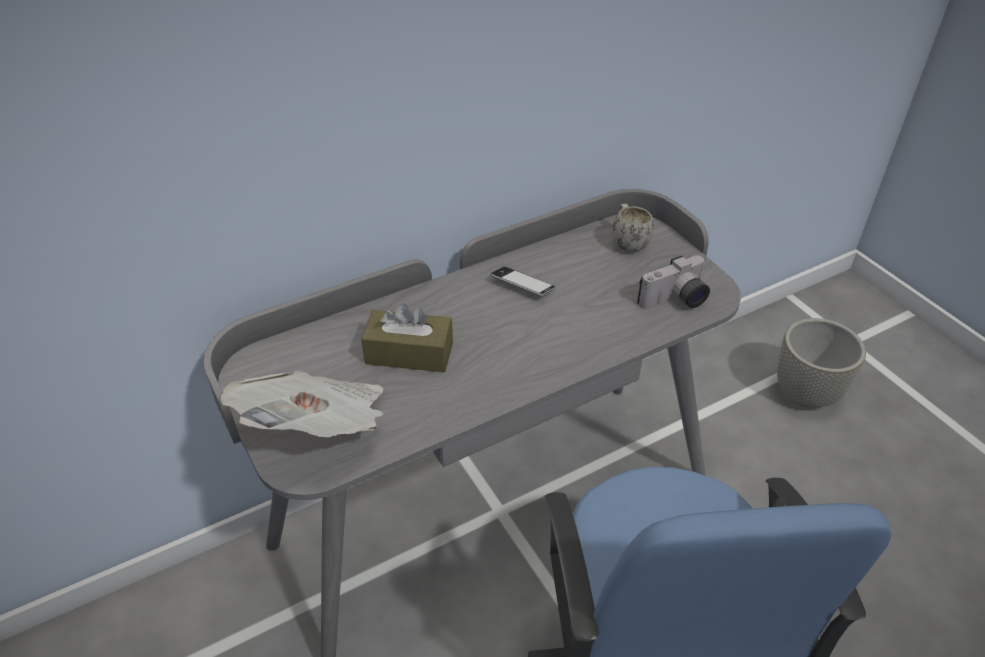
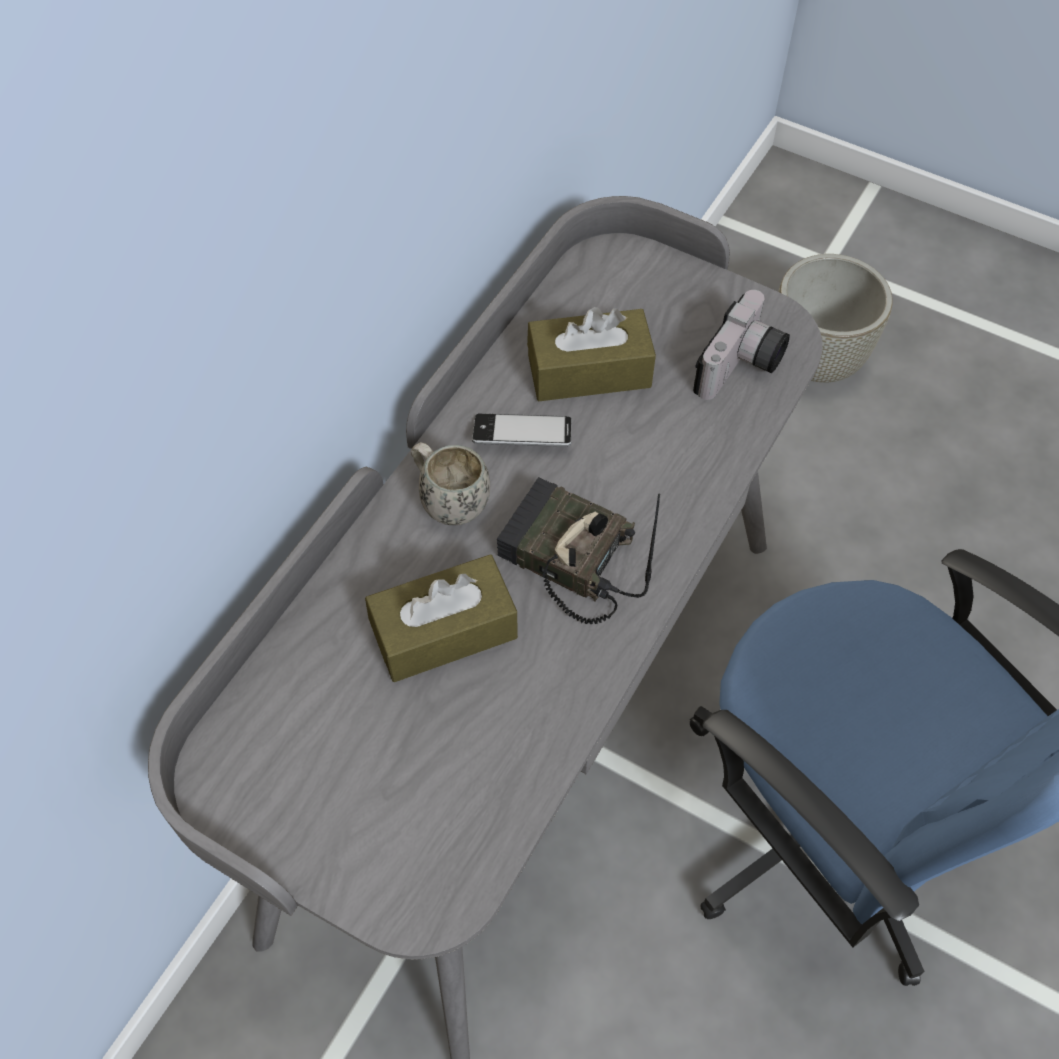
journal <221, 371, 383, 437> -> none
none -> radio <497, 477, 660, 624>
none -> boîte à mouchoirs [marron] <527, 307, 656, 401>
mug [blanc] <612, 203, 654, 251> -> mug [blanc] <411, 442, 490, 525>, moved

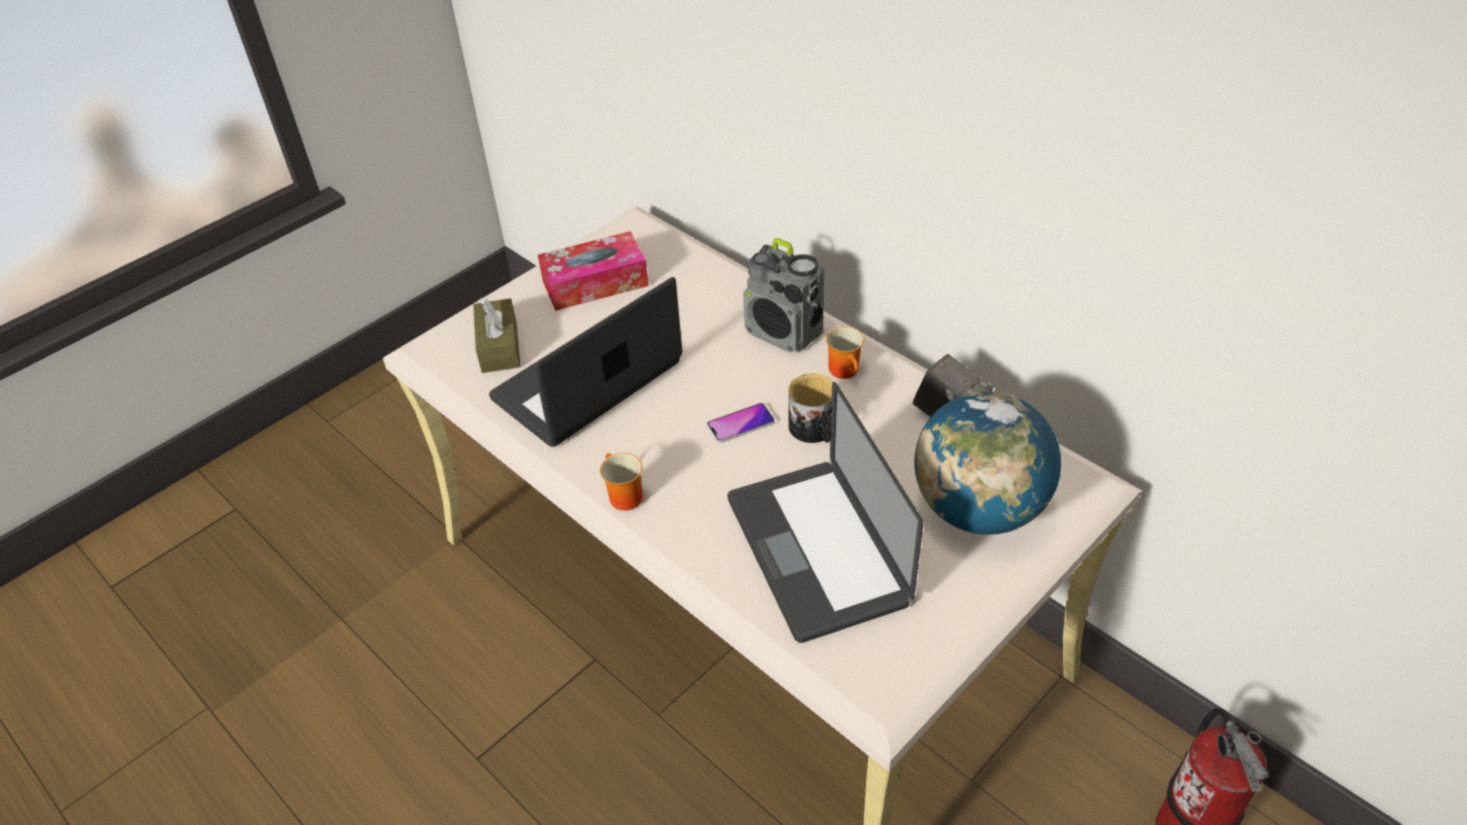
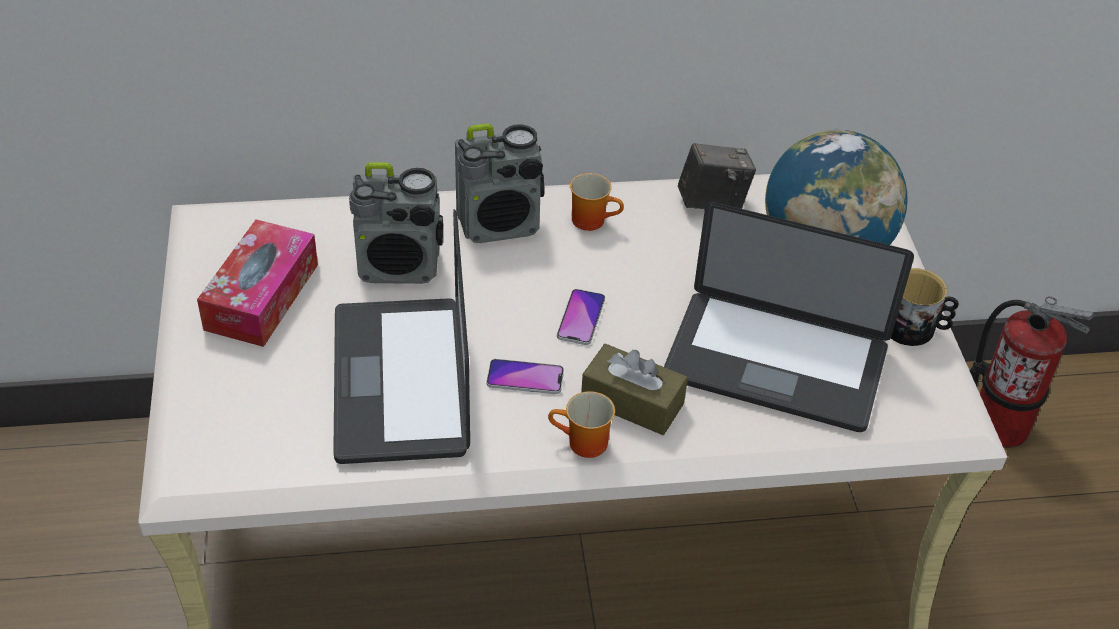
none -> radio <349, 162, 443, 284>
none -> téléphone <487, 359, 564, 394>
boîte à mouchoirs [marron] <473, 298, 521, 373> -> boîte à mouchoirs [marron] <581, 344, 688, 435>, moved
mug <788, 374, 833, 443> -> mug <891, 268, 959, 346>, moved

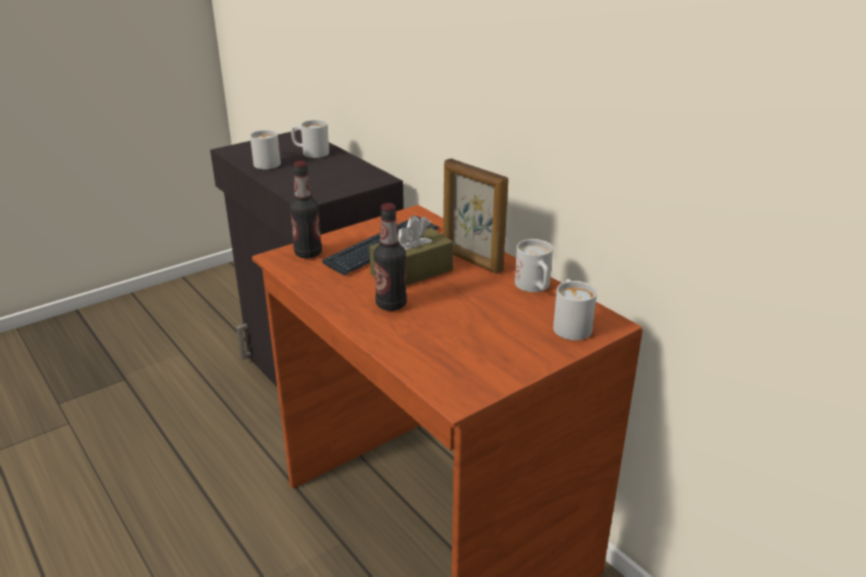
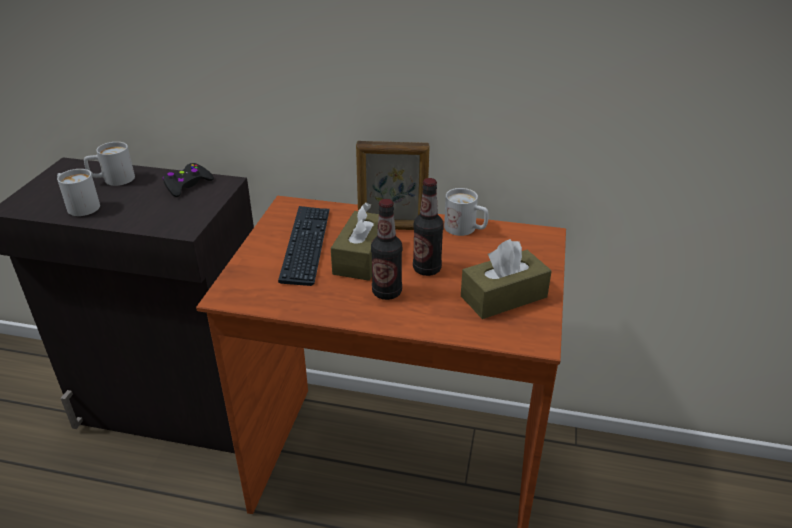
mug [blanc] <553, 279, 597, 340> -> none
none -> manette [noir] <163, 163, 214, 197>
none -> boîte à mouchoirs [marron] <461, 239, 552, 319>
bouteille <290, 161, 322, 258> -> bouteille <413, 178, 444, 276>, moved

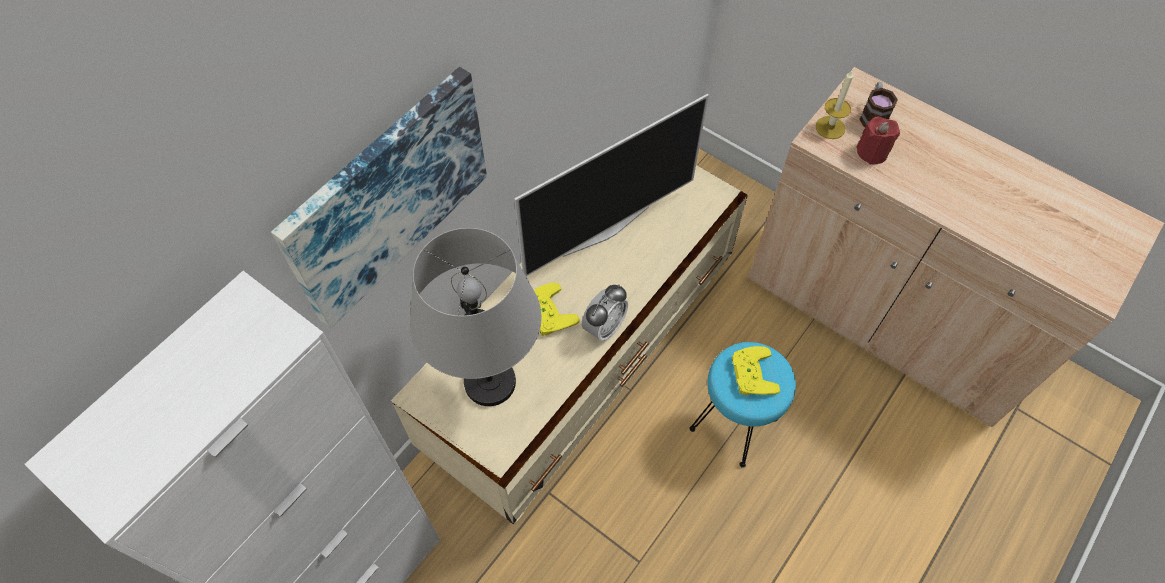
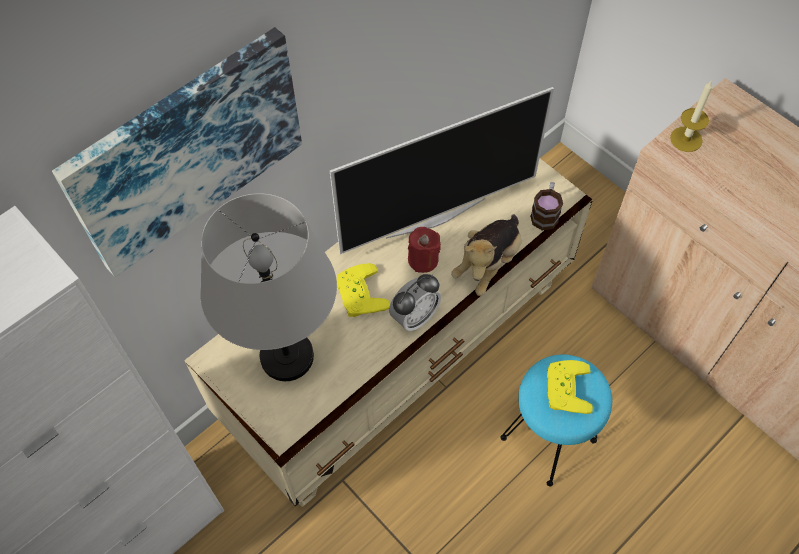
none -> peluche <451, 214, 522, 296>
bougie [rouge] <856, 116, 900, 164> -> bougie [rouge] <408, 227, 441, 273>, moved
mug <859, 82, 898, 128> -> mug <530, 182, 563, 230>, moved

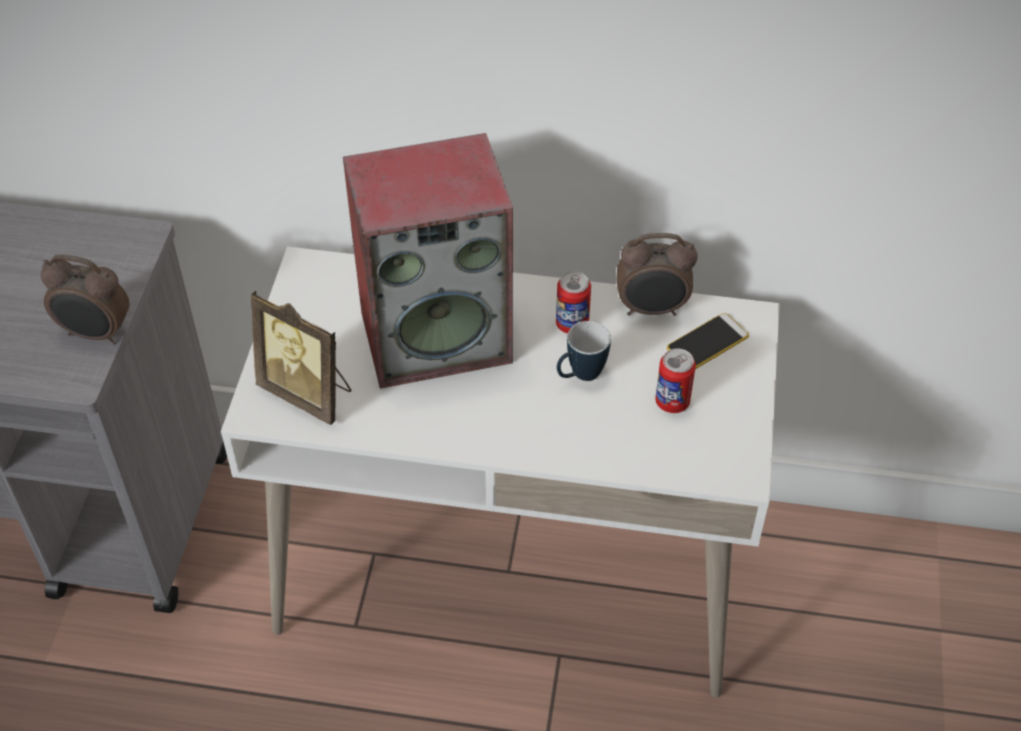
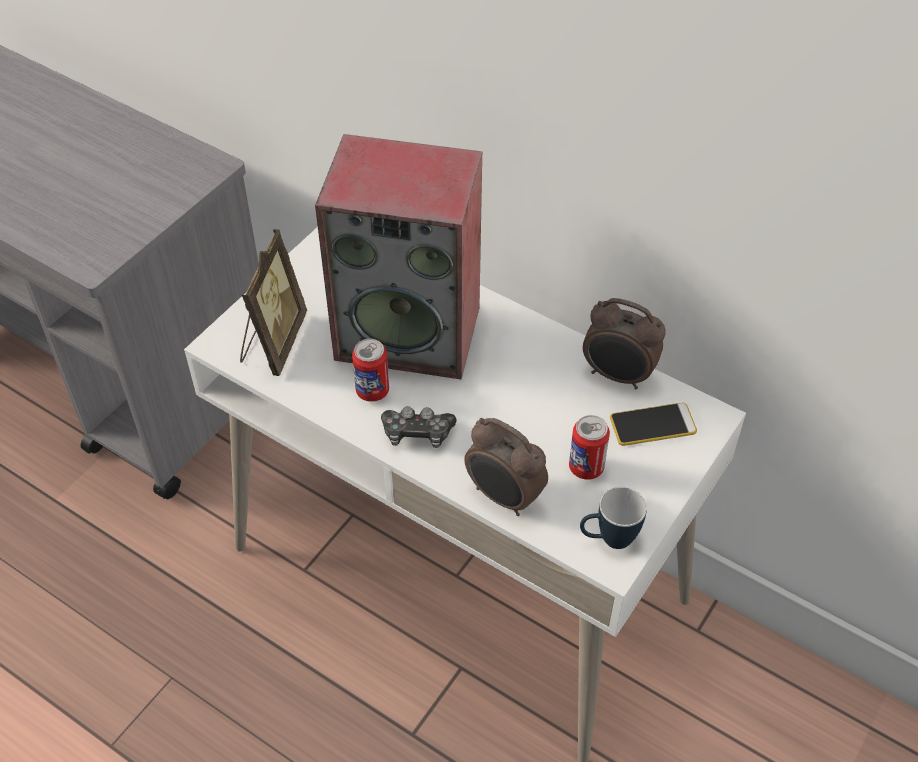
none -> manette <381, 406, 457, 448>
réveil <41, 254, 129, 344> -> réveil <464, 418, 548, 516>, moved
boîte métallique <556, 271, 591, 334> -> boîte métallique <352, 339, 389, 402>, moved
mug <557, 321, 611, 381> -> mug <580, 487, 647, 549>, moved
cadre photo <251, 291, 351, 425> -> cadre photo <240, 229, 307, 376>, 135 degrees counterclockwise

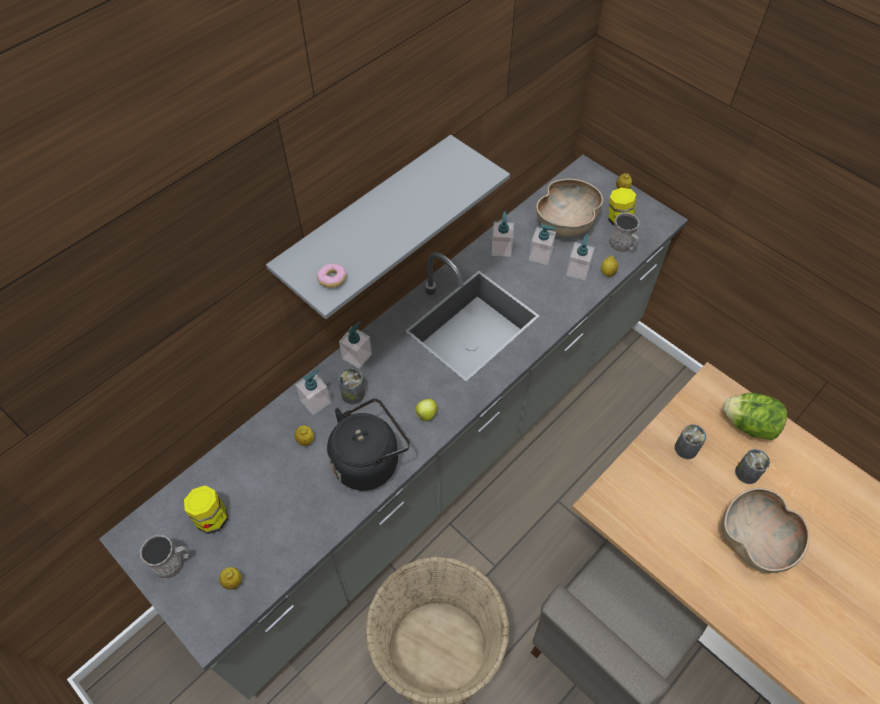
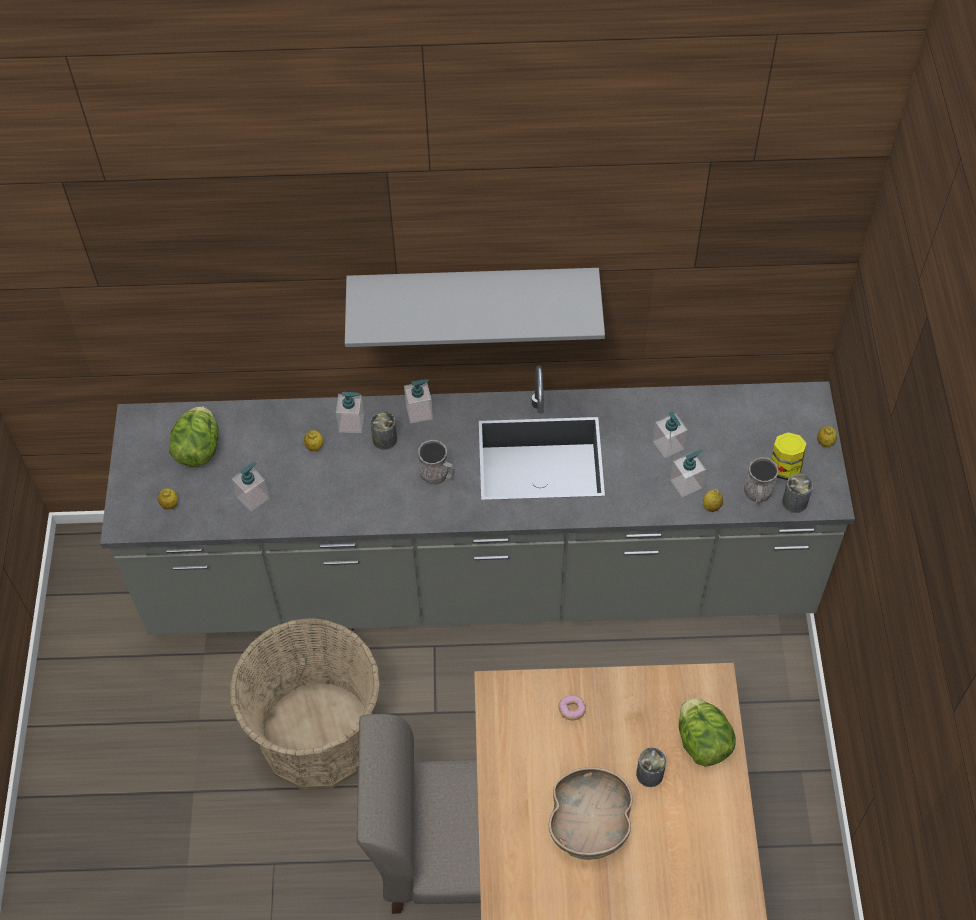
bouilloire [noir] <327, 398, 410, 490> -> none
pomme <415, 399, 438, 421> -> none
bol [marron] <536, 178, 603, 237> -> none
mug [gris] <140, 535, 190, 579> -> mug [gris] <418, 440, 455, 485>, moved
beignet <317, 264, 347, 288> -> beignet <559, 695, 586, 720>, moved
distributeur de savon <491, 212, 514, 257> -> distributeur de savon <231, 462, 270, 512>, moved
boîte métallique <675, 424, 707, 459> -> boîte métallique <782, 474, 813, 513>, moved
bocal <184, 486, 228, 534> -> laitue <169, 406, 219, 467>

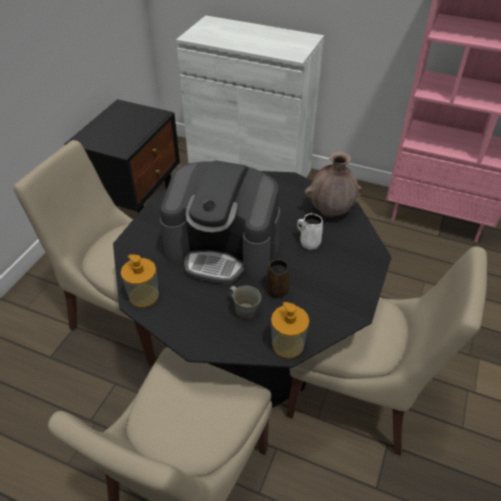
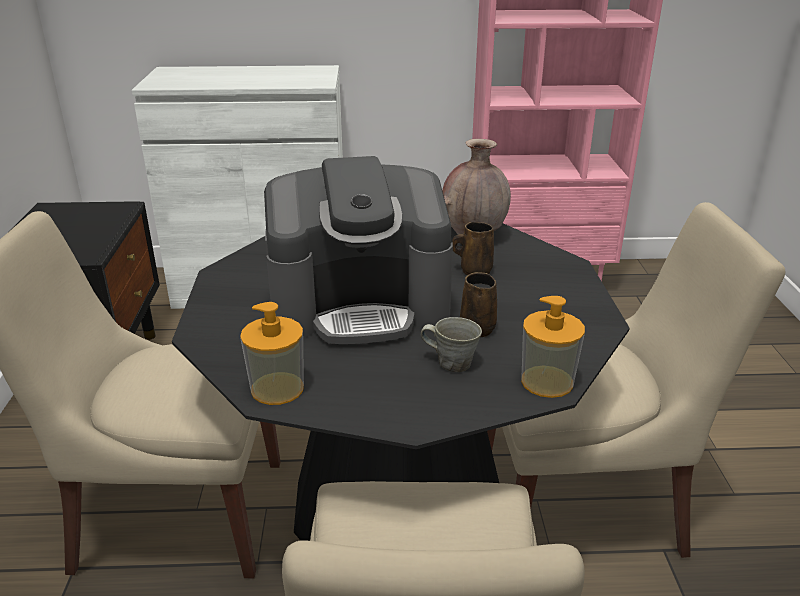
mug [blanc] <297, 213, 323, 250> -> mug [marron] <452, 222, 494, 275>

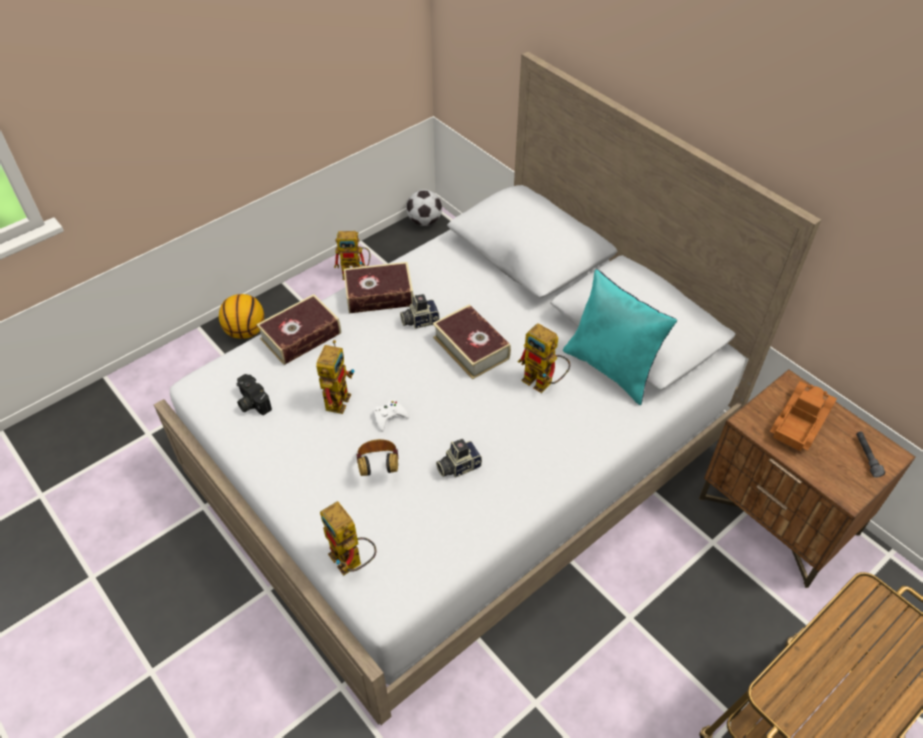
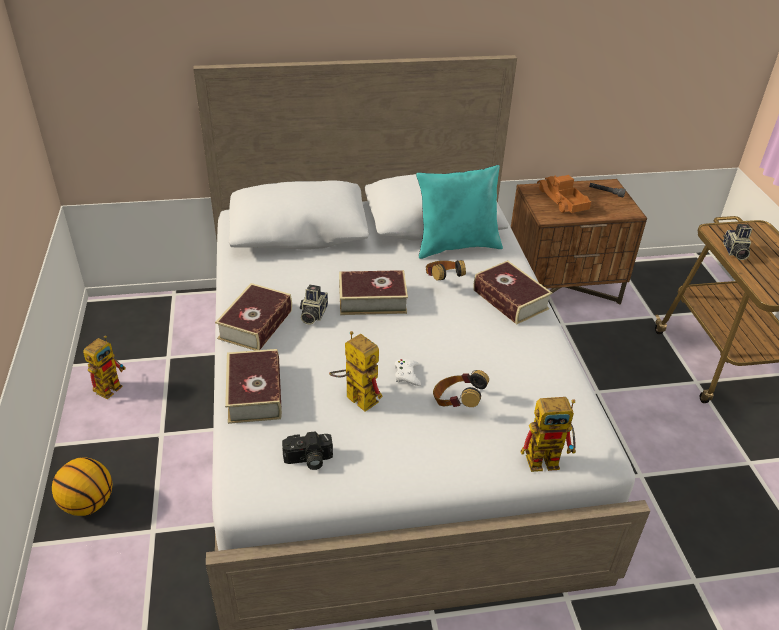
ballon de foot <406, 189, 442, 226> -> none
none -> livre <473, 261, 552, 325>
appareil photo <436, 439, 482, 478> -> appareil photo <723, 224, 752, 260>, moved
robot jouet <518, 323, 570, 393> -> casque audio <426, 261, 466, 281>

